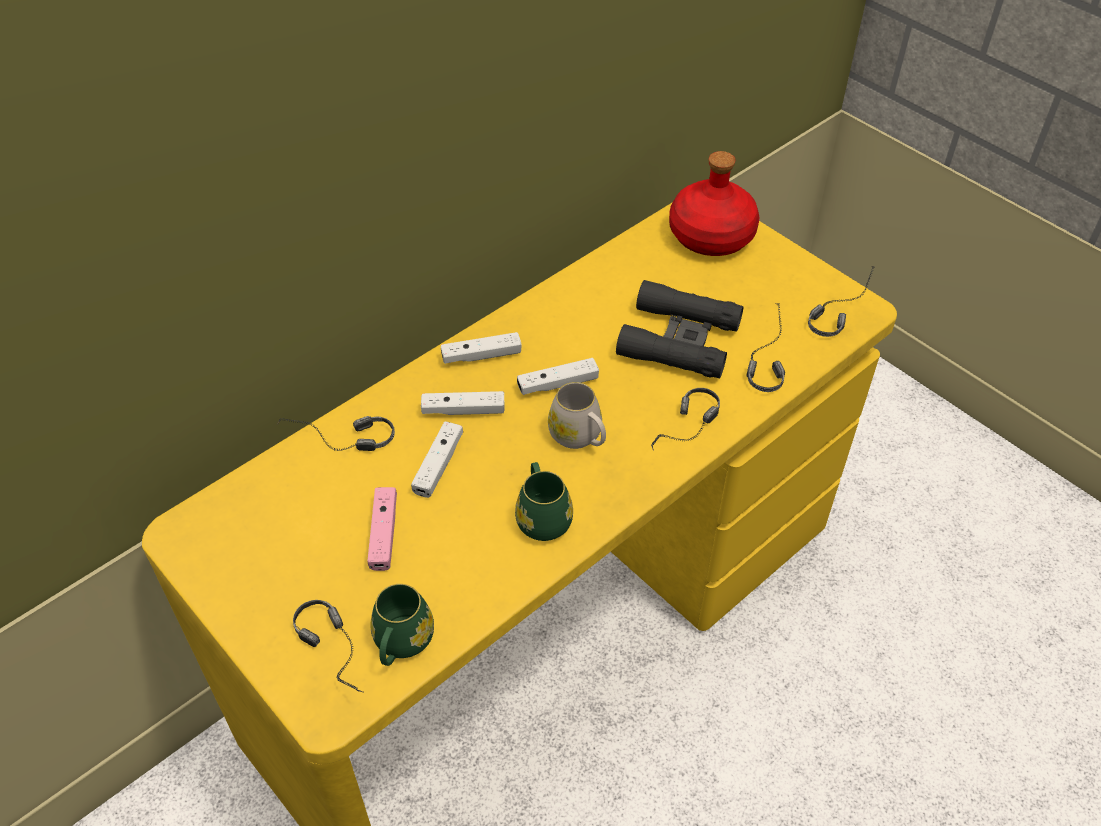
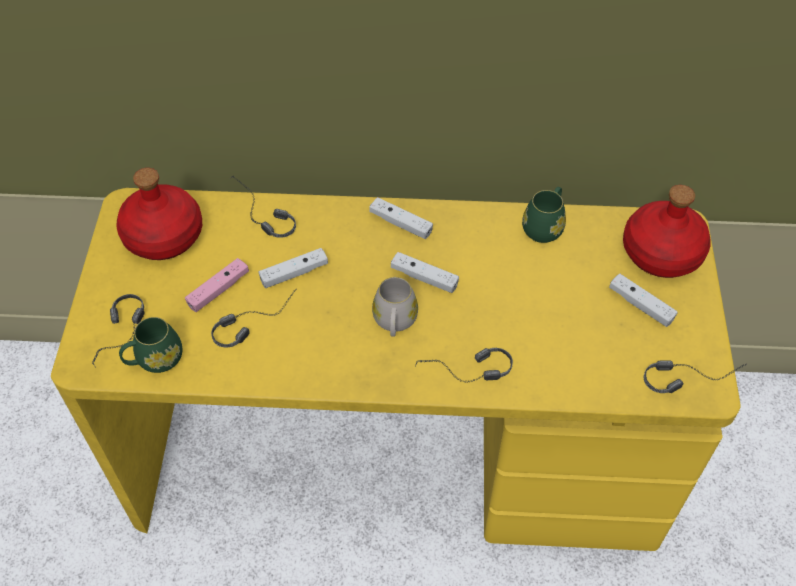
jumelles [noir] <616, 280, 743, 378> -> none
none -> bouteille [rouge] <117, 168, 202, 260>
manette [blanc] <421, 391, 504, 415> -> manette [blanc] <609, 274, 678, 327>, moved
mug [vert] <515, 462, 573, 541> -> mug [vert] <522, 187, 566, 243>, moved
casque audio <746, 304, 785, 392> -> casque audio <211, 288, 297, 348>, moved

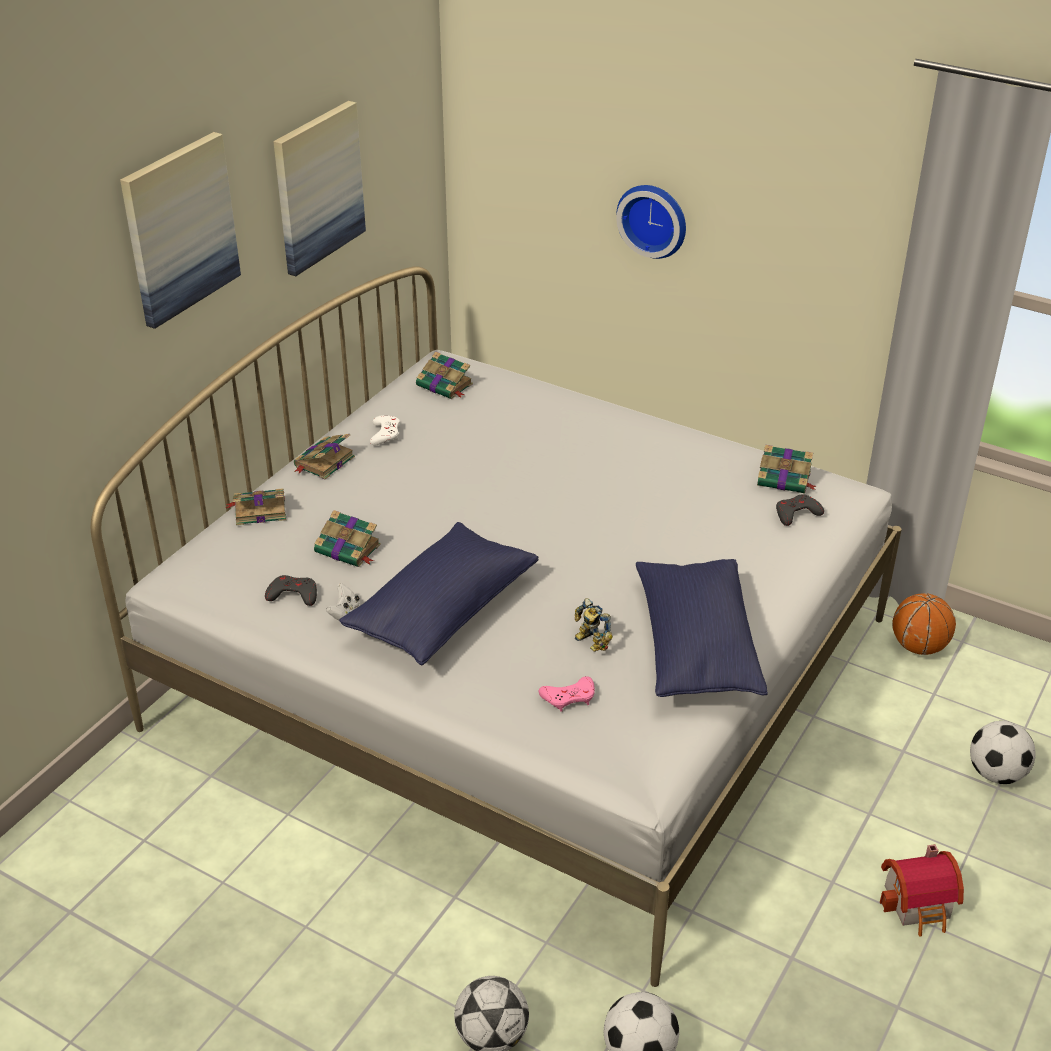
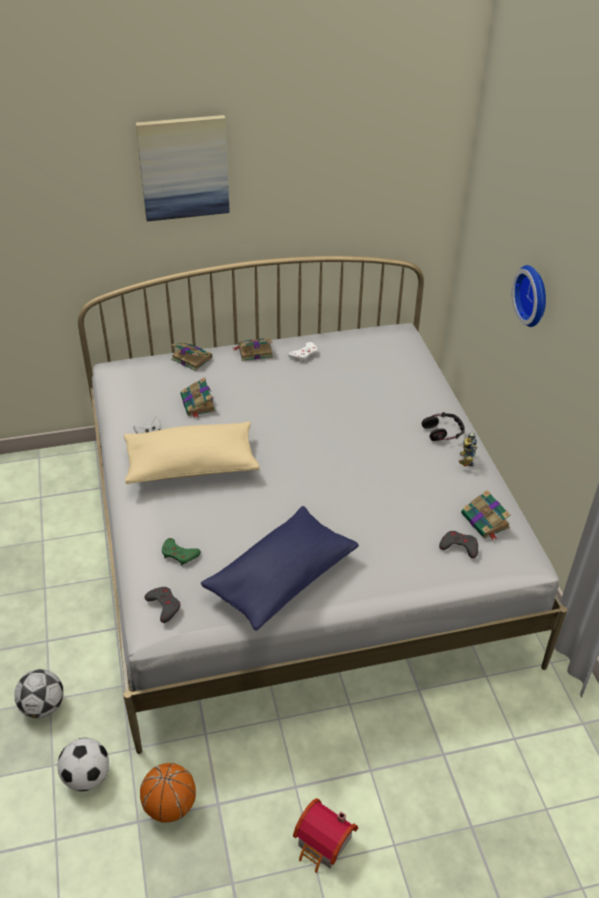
tableau <273, 101, 366, 276> -> none
livre <416, 352, 473, 399> -> none
ballon de foot <970, 721, 1036, 784> -> none
none -> casque audio <422, 412, 465, 441>
manette [gris] <265, 575, 317, 606> -> manette [gris] <144, 587, 181, 623>, moved
robot jouet <575, 598, 613, 652> -> robot jouet <459, 432, 477, 467>, moved
ballon de basket <892, 593, 956, 655> -> ballon de basket <140, 763, 196, 823>, moved
coussin [bleu] <339, 522, 539, 666> -> coussin [beige] <124, 422, 260, 484>
manette [rose] <539, 676, 595, 712> -> manette [vert] <162, 538, 201, 566>

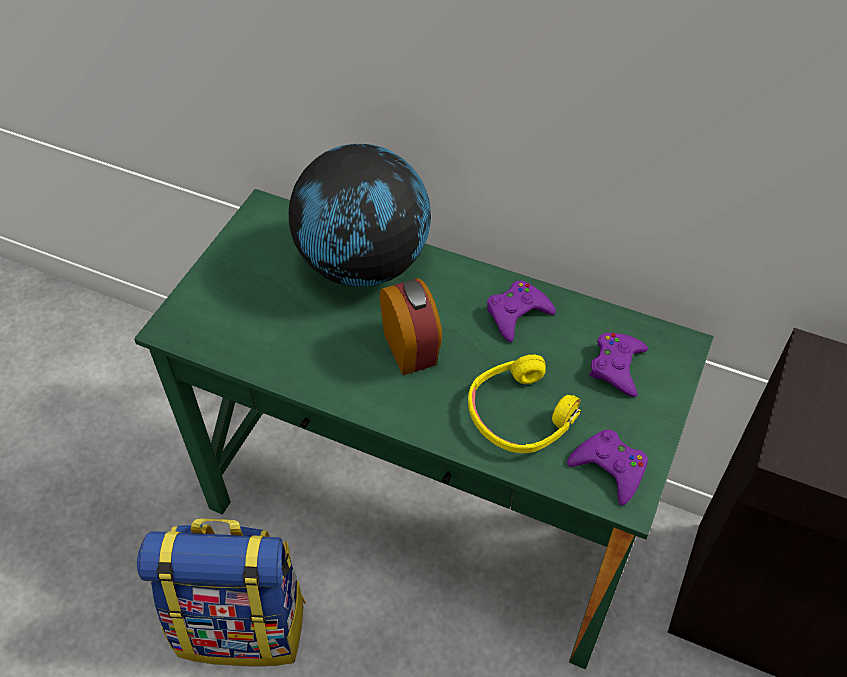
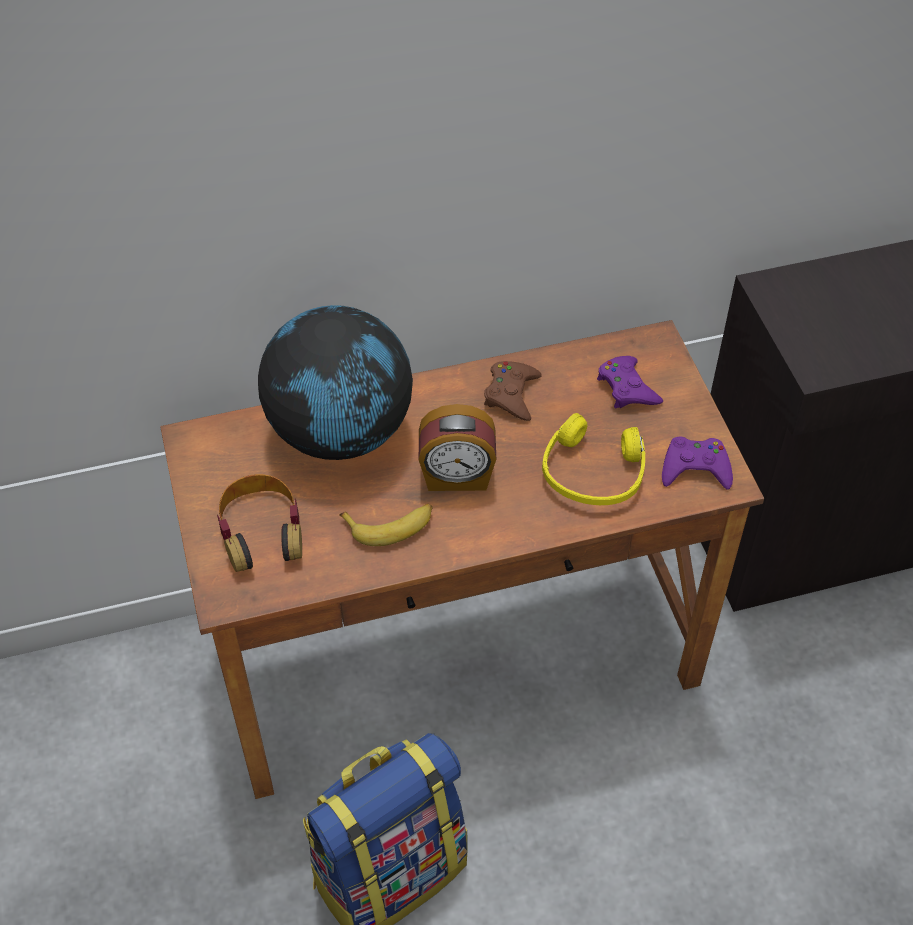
none -> casque audio <217, 474, 302, 572>
none -> banane <339, 504, 433, 546>
bureau [vert] <134, 189, 714, 669> -> bureau [marron] <160, 320, 764, 799>
manette [violet] <487, 281, 556, 342> -> manette [marron] <484, 361, 542, 421>
réveil <380, 278, 442, 375> -> réveil <419, 404, 496, 491>, 150 degrees clockwise

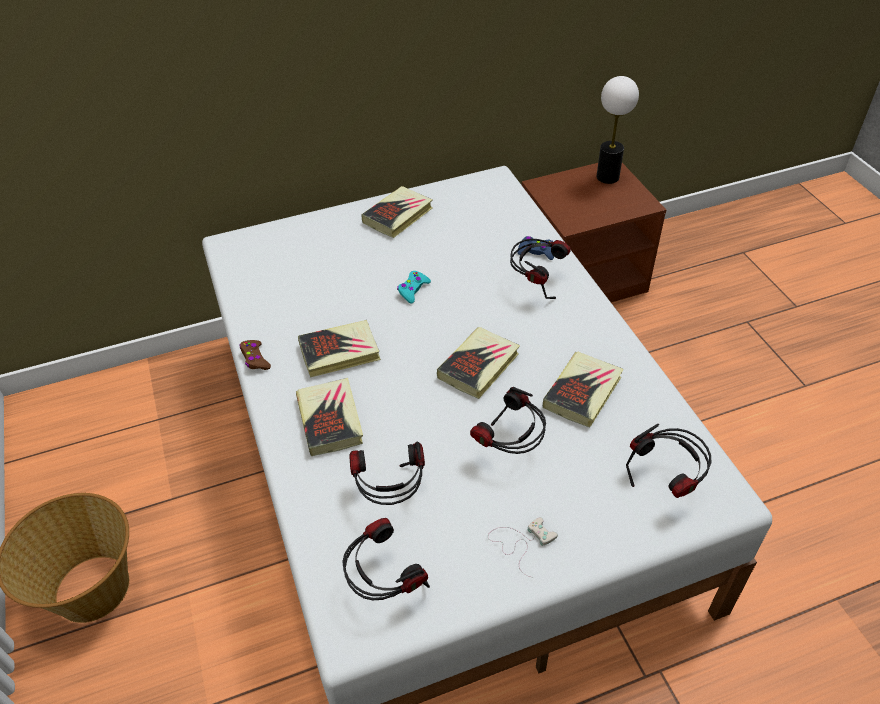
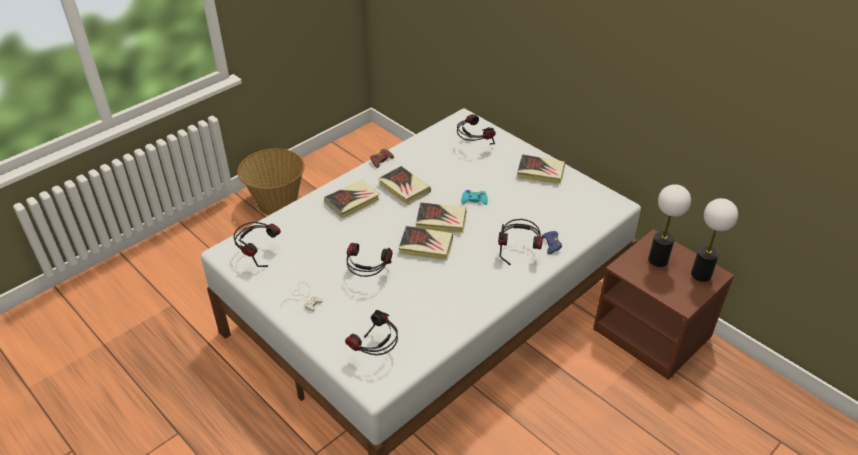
none -> lampe de table <648, 184, 691, 267>
casque audio <349, 442, 425, 505> -> casque audio <457, 114, 495, 144>, moved
livre <543, 352, 624, 428> -> livre <416, 202, 466, 234>, moved

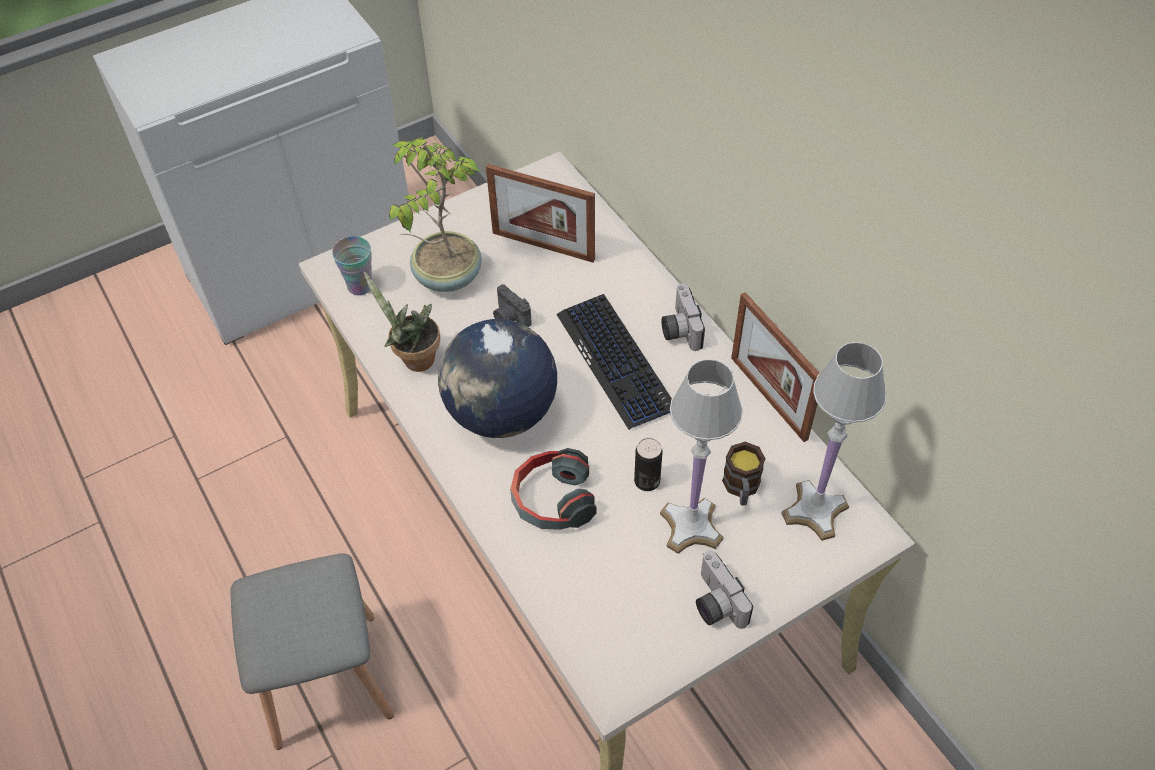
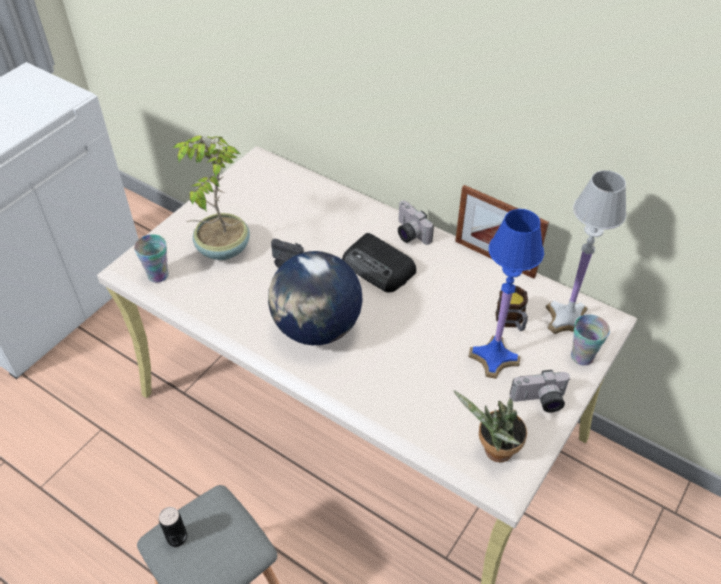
cadre photo <486, 164, 595, 263> -> none
casque audio <510, 448, 597, 530> -> none
none -> tasse <571, 314, 610, 366>
plante en pot <364, 272, 440, 372> -> plante en pot <454, 390, 527, 462>, moved
boîte métallique <634, 438, 663, 491> -> boîte métallique <159, 507, 187, 547>, moved
clavier <556, 294, 672, 430> -> radio <342, 233, 416, 293>
lampe de table [blanc] <660, 359, 743, 554> -> lampe de table [bleu] <468, 209, 544, 379>
appareil photo <696, 551, 753, 629> -> appareil photo <510, 370, 571, 413>, 45 degrees counterclockwise

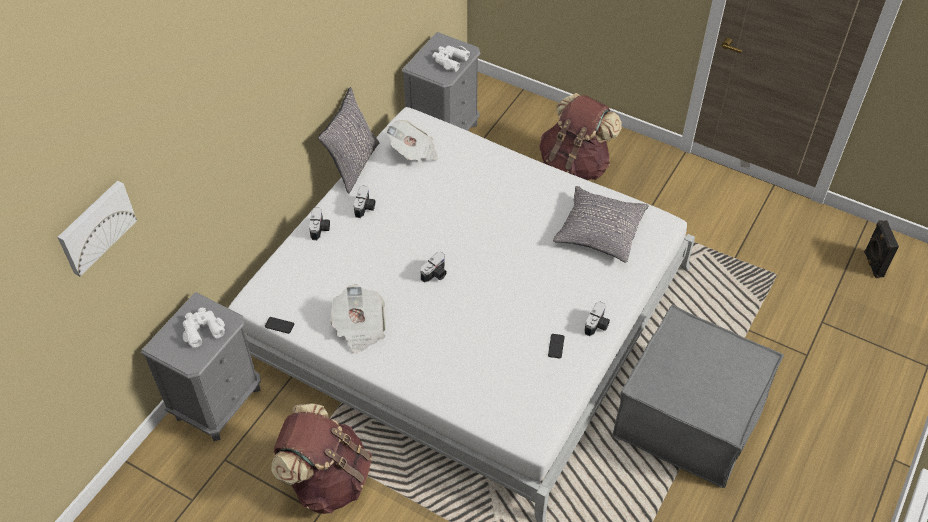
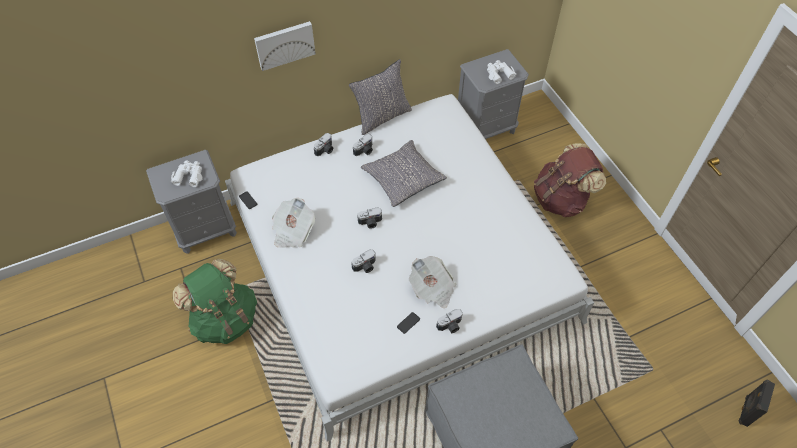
none -> appareil photo <351, 250, 376, 273>
tableau <58, 181, 137, 277> -> tableau <254, 21, 316, 71>, moved
journal <385, 120, 438, 162> -> journal <409, 256, 456, 308>, moved
coussin [gris] <553, 186, 649, 262> -> coussin [gris] <361, 140, 447, 207>, moved
sac à dos [marron] <271, 403, 372, 514> -> sac à dos [vert] <173, 259, 257, 344>

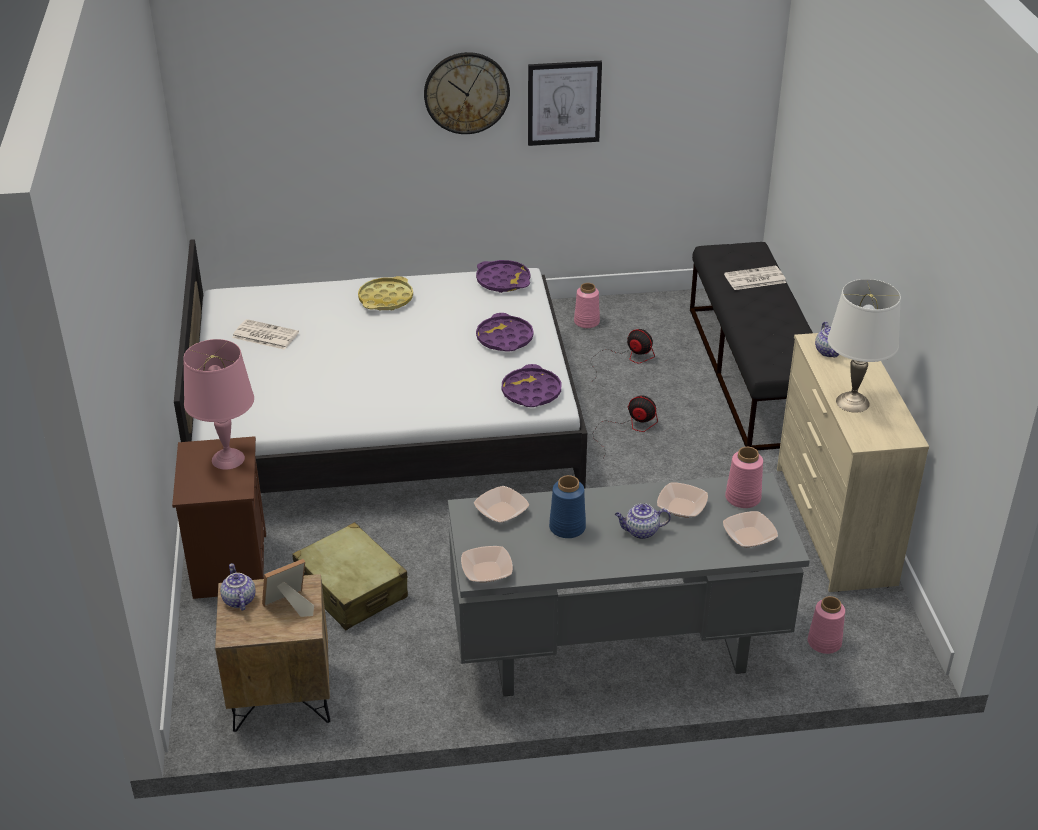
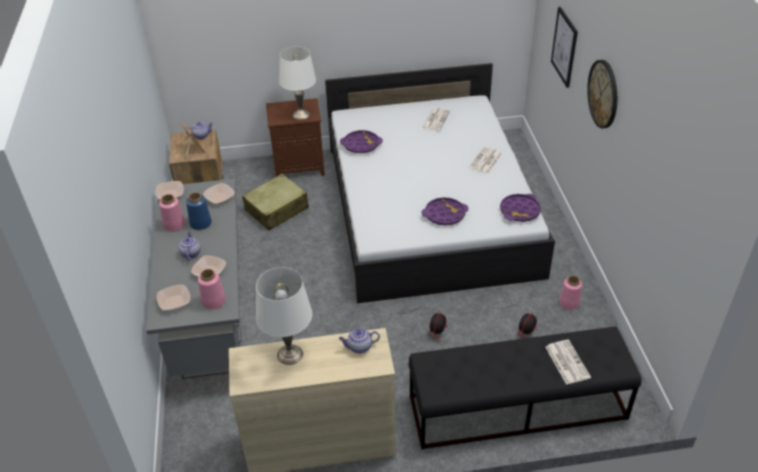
plateau [violet] <502, 364, 561, 407> -> plateau [violet] <340, 130, 383, 153>, moved
tableau <528, 61, 602, 146> -> tableau <551, 7, 578, 88>, moved
vase [rose] <808, 596, 845, 654> -> vase [rose] <159, 194, 185, 232>, moved
plateau [jaune] <358, 276, 413, 311> -> journal <469, 147, 503, 174>
lampe de table [rose] <183, 339, 254, 470> -> lampe de table [blanc] <279, 46, 316, 120>

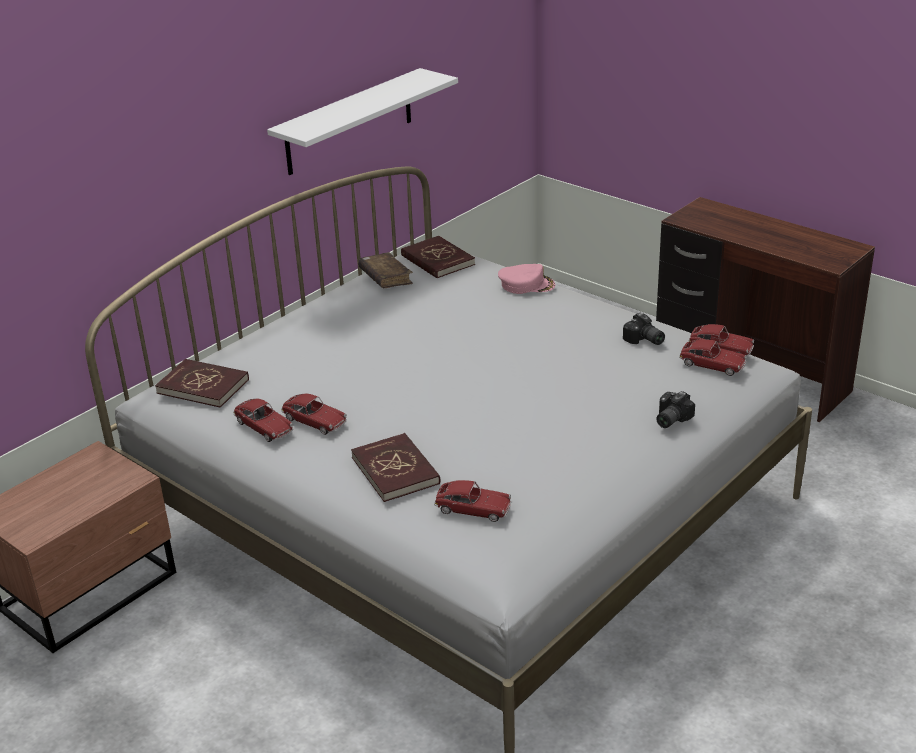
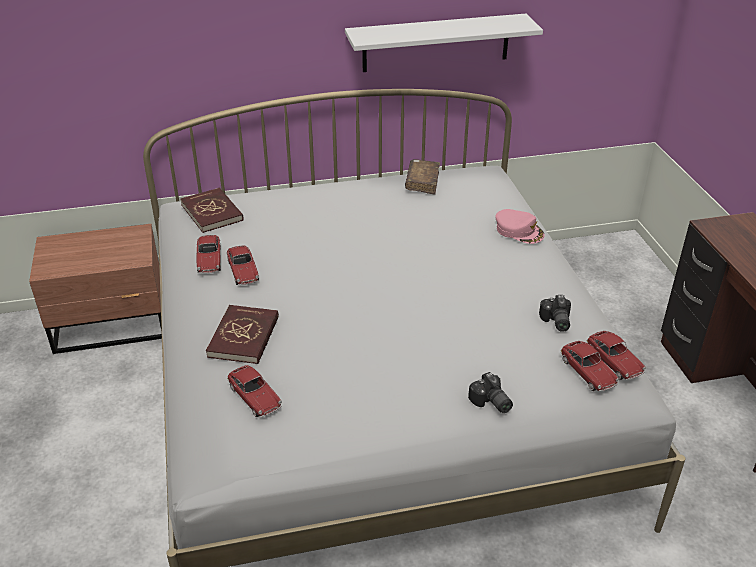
livre [rouge] <401, 236, 475, 279> -> none
appareil photo <656, 391, 695, 428> -> appareil photo <468, 372, 513, 413>, 105 degrees counterclockwise

